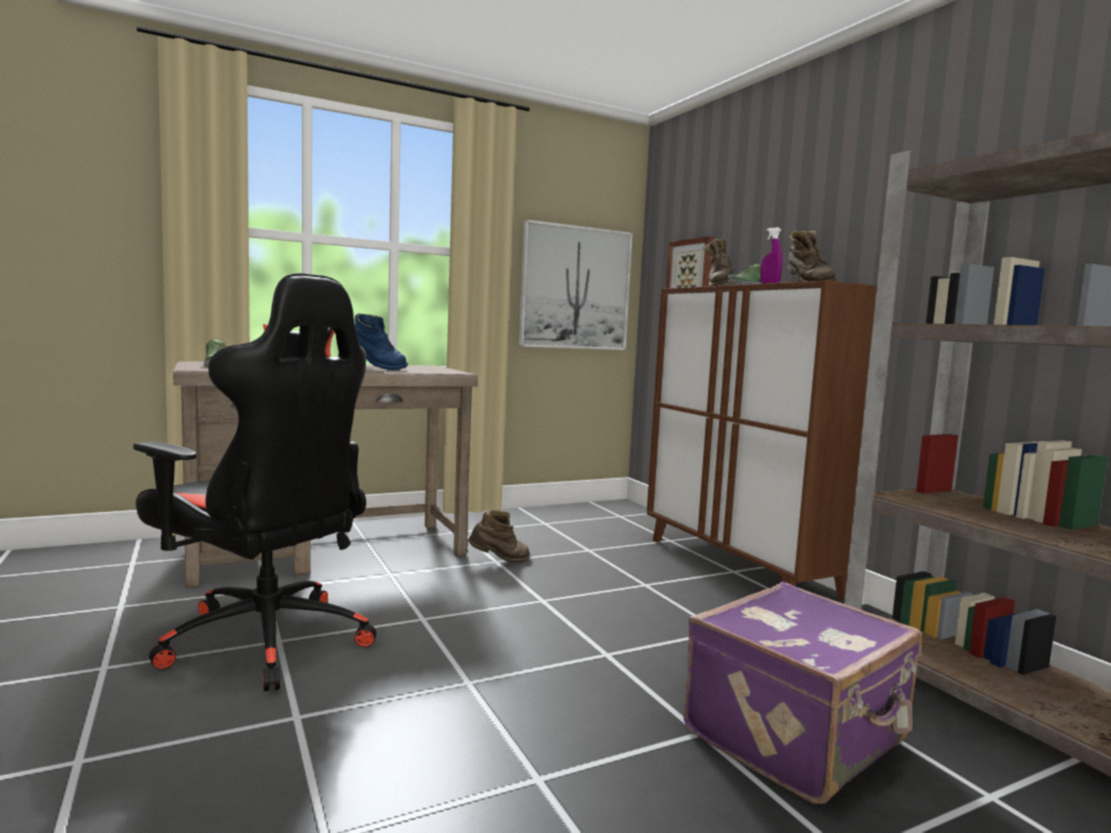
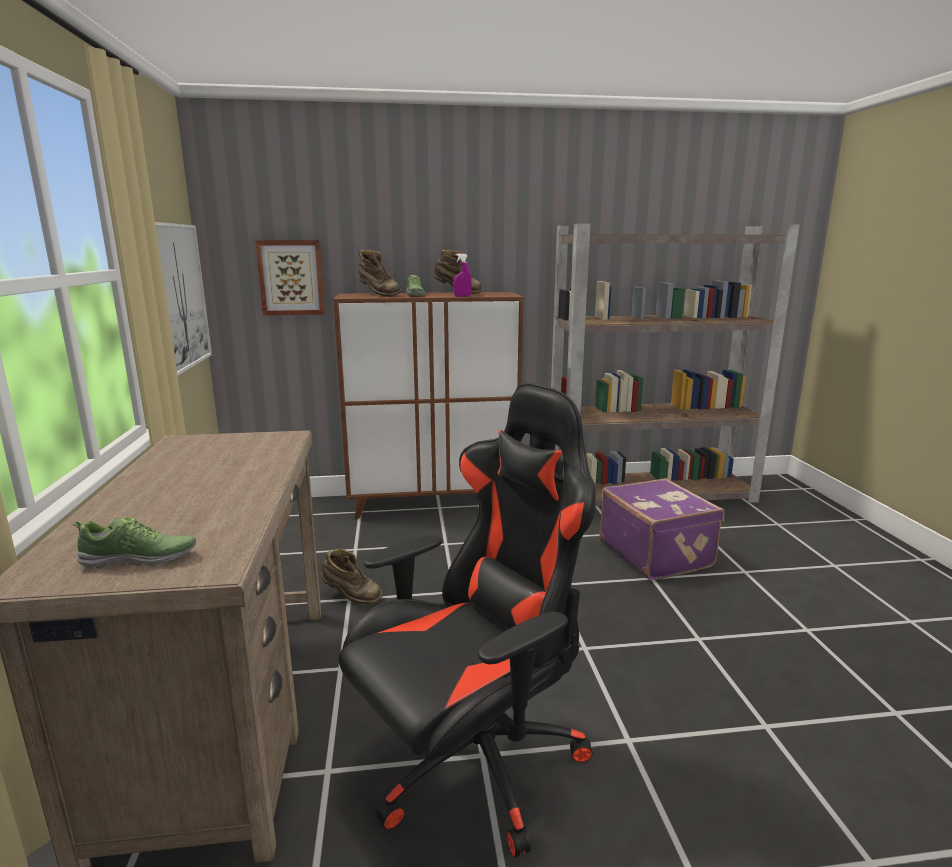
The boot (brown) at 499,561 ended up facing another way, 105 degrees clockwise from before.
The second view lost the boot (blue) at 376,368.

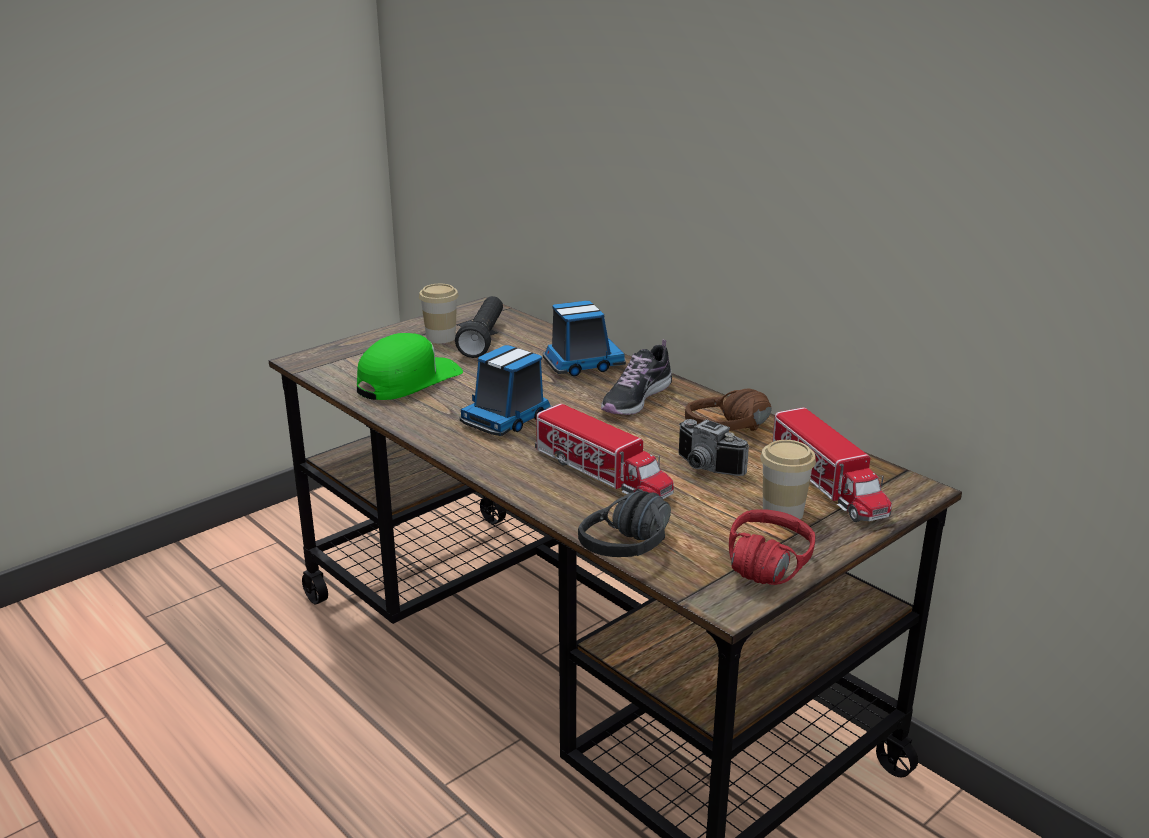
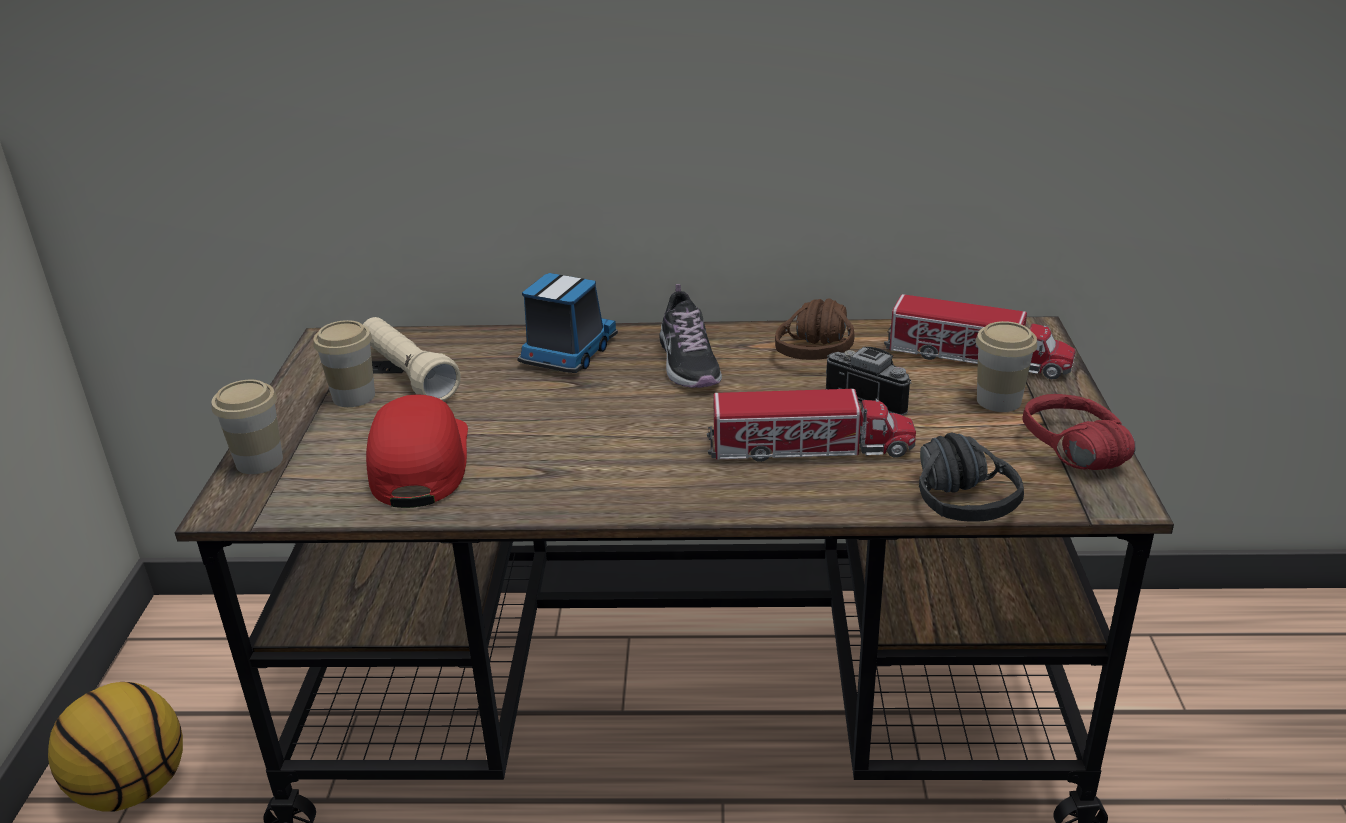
The second view gained the basketball at 133,787.
The second view gained the cup at 259,461.
What was the flashlight (black) at 483,339 turned into the flashlight (beige) at 408,375.
What was the cap (green) at 408,380 turned into the cap (red) at 419,462.
The photo camera at 705,468 ended up facing another way, 135 degrees counterclockwise from before.
The second view lost the toy truck at 507,419.

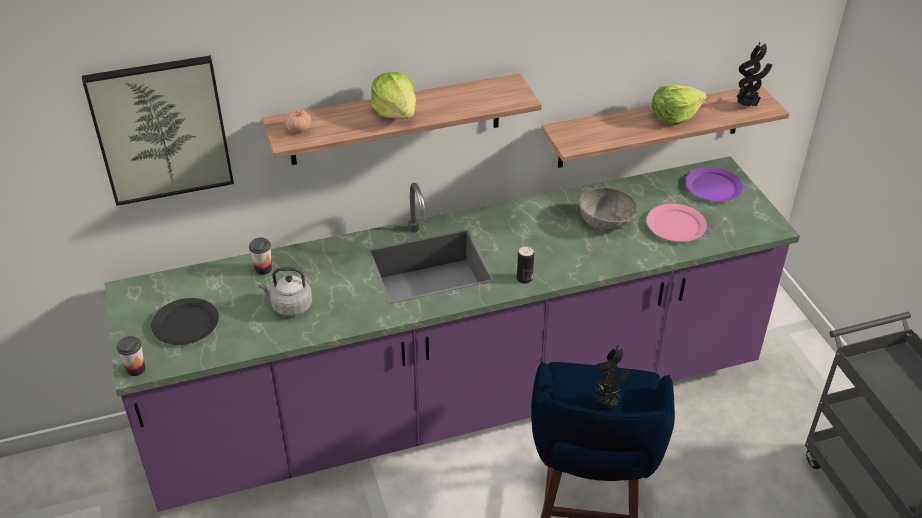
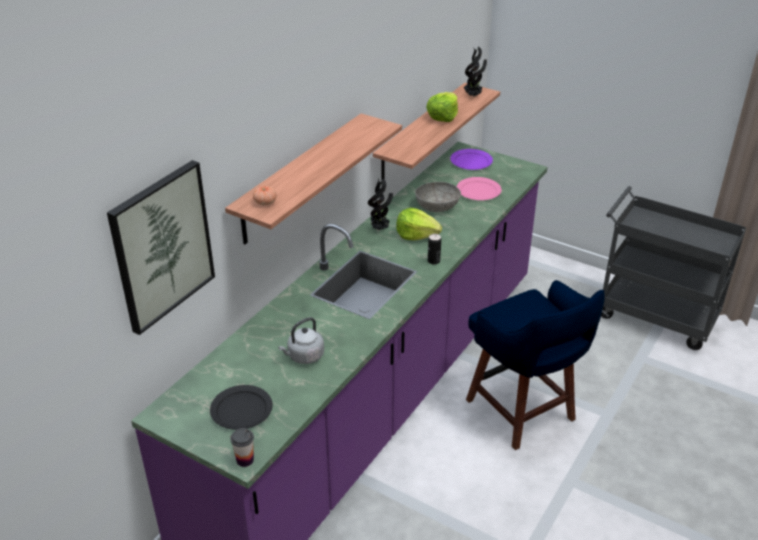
The potted plant ended up elsewhere, having gone from 608,402 to 380,229.
The lettuce ended up elsewhere, having gone from 396,112 to 416,235.
The second view lost the cup at 263,269.

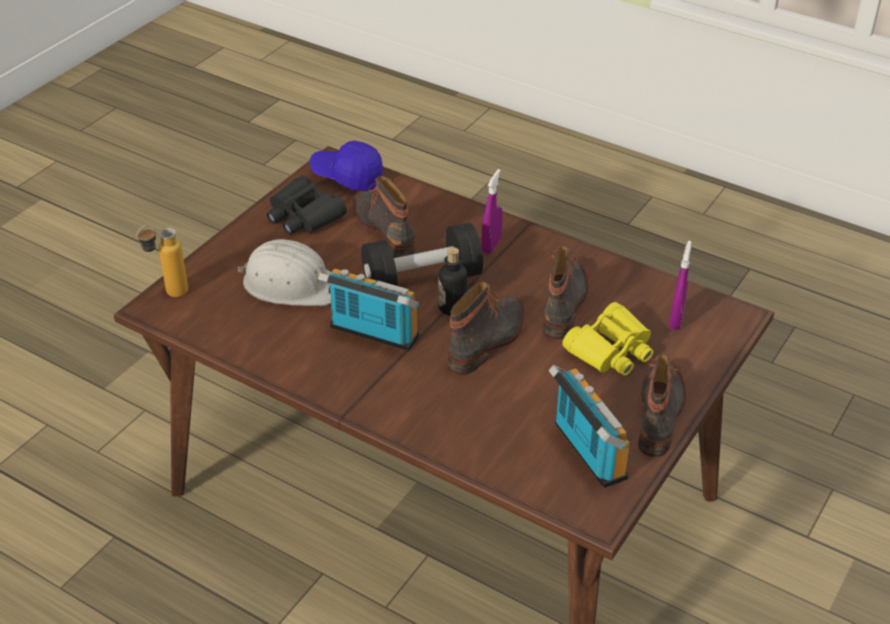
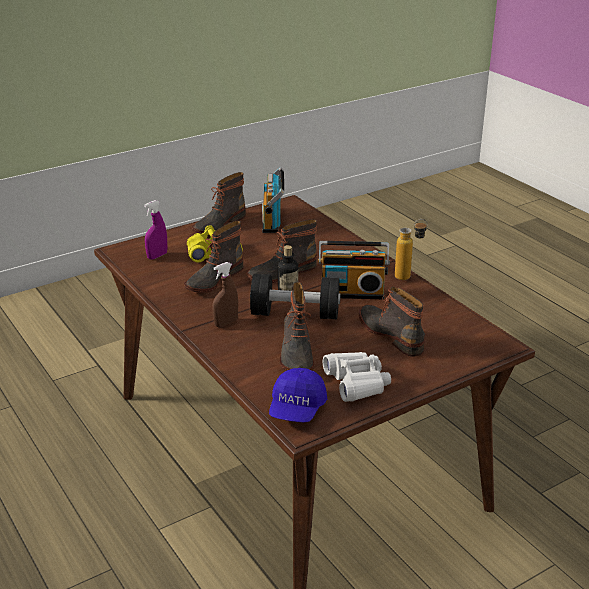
What was the spray bottle (purple) at 491,245 turned into the spray bottle (brown) at 226,323.
The cap (blue) at 347,176 ended up facing another way, 60 degrees clockwise from before.
The radio at 371,334 ended up facing another way, 45 degrees counterclockwise from before.
What was the binoculars (black) at 303,216 turned into the binoculars (white) at 357,383.
Where the hard hat (white) stood at 291,284, the boot came to stand at 392,334.
The bottle ended up elsewhere, having gone from 168,294 to 409,276.

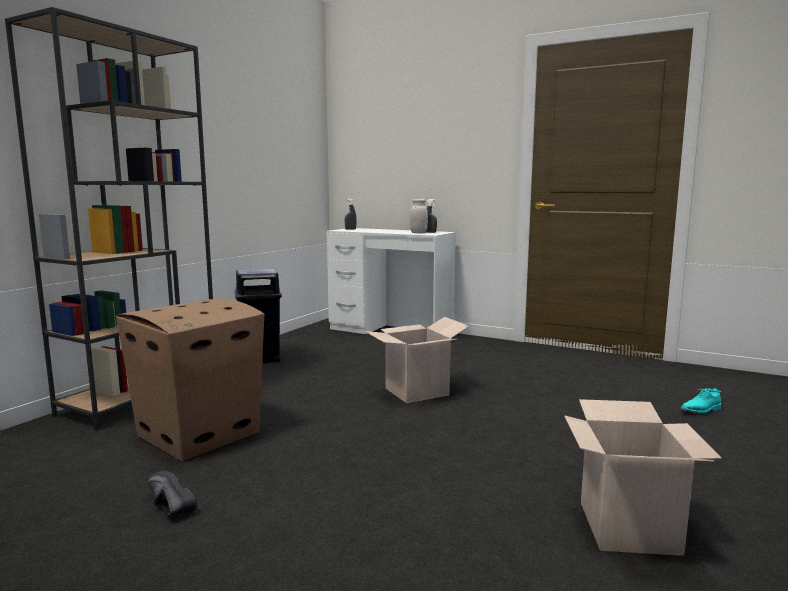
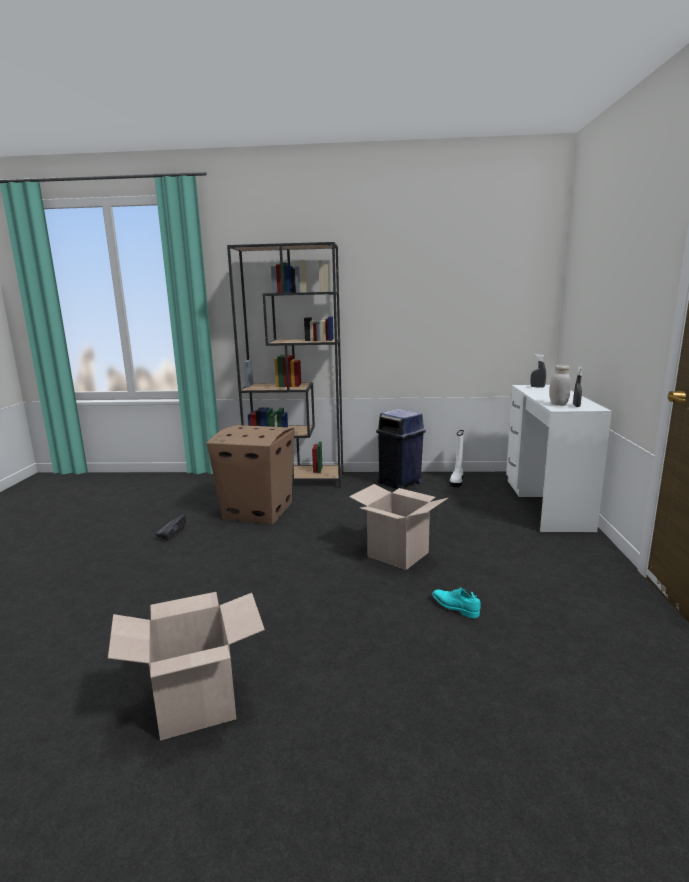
The shoe (turquoise) ended up elsewhere, having gone from 701,411 to 454,607.
The second view gained the boot (white) at 457,481.

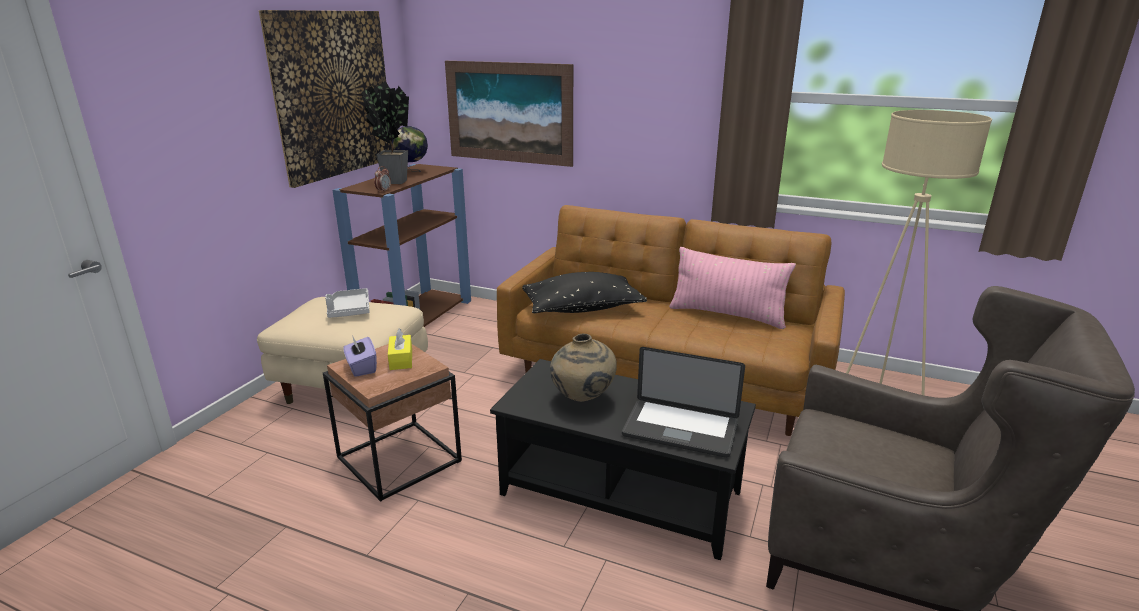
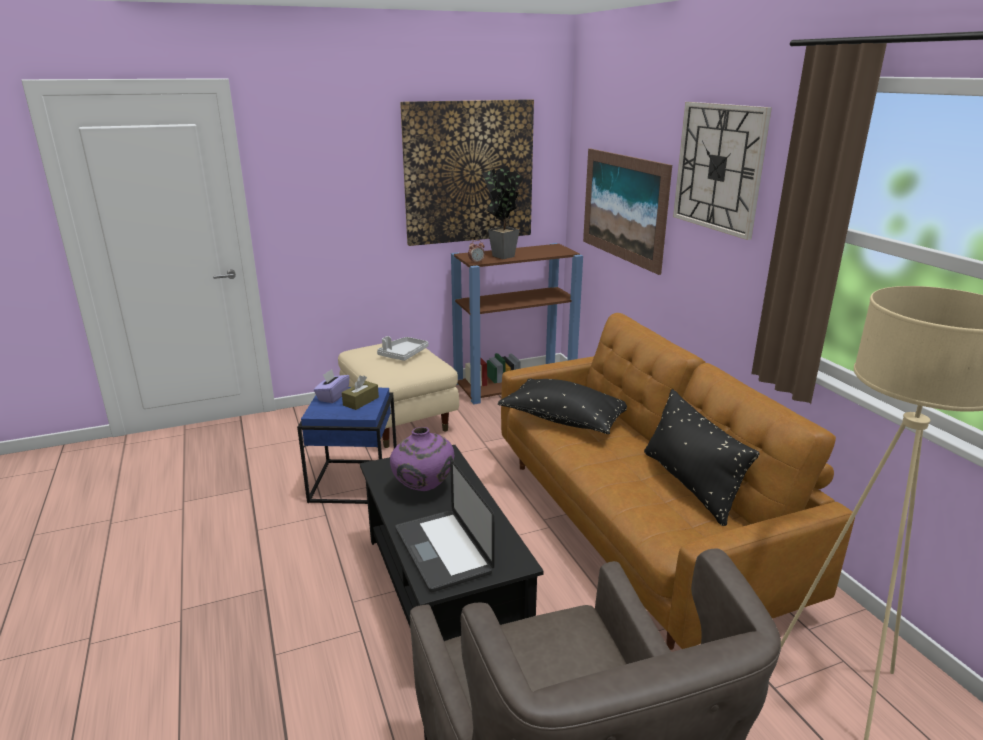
What was the side table (brown) at 399,458 turned into the side table (blue) at 355,482.
What was the tissue box (yellow) at 401,359 turned into the tissue box (brown) at 361,401.
What was the vase (beige) at 582,400 turned into the vase (purple) at 423,489.
What was the pillow (pink) at 727,315 turned into the pillow (black) at 690,484.
The second view gained the wall clock at 719,167.
The second view lost the globe at 412,171.

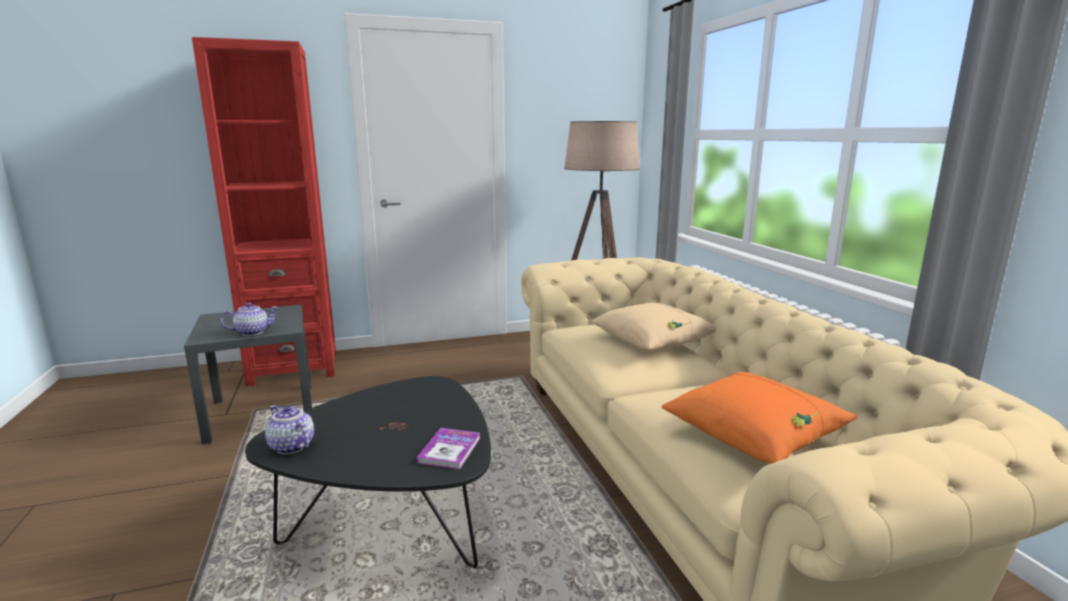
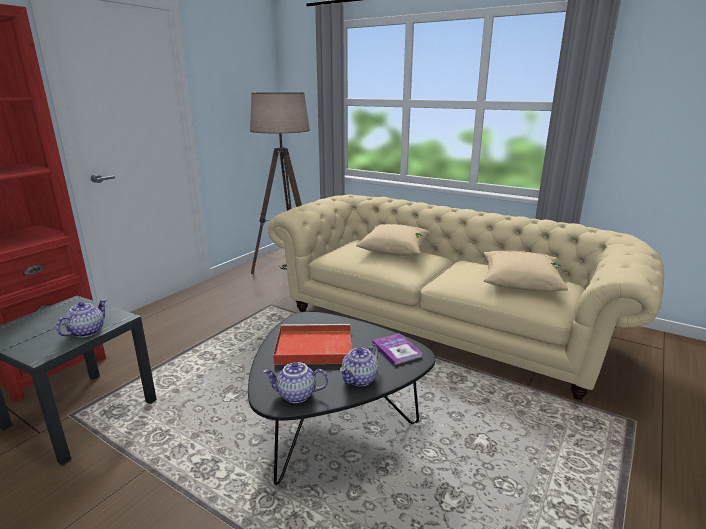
The second view gained the tray (red) at 312,347.
The second view gained the teapot at 360,379.
What was the pillow (orange) at 753,435 turned into the pillow (beige) at 520,283.

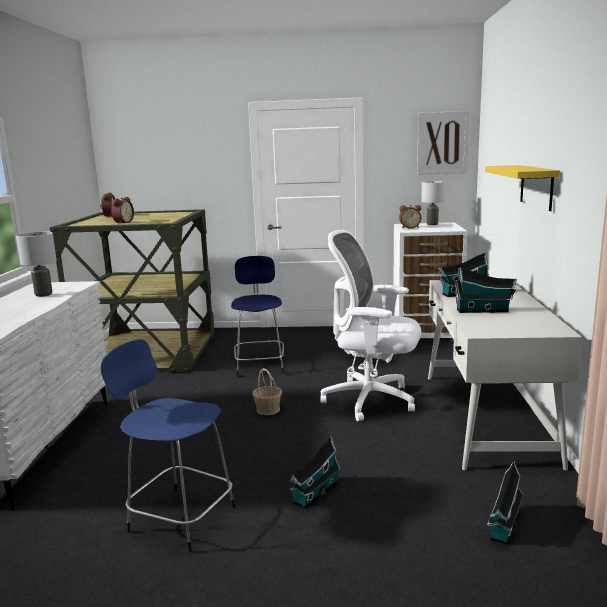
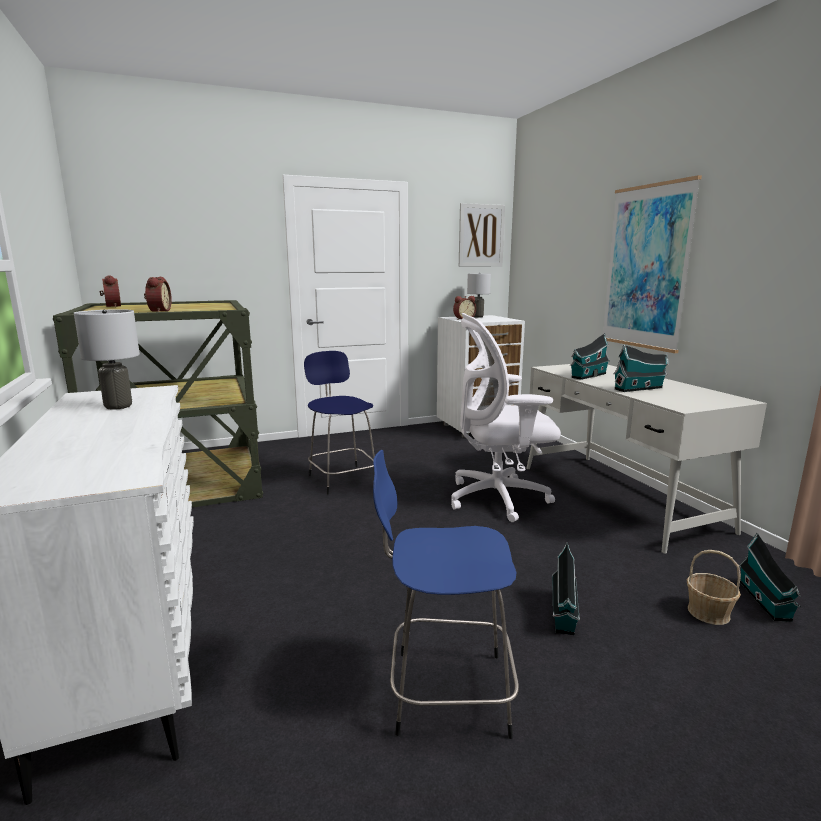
Where the shelf (yellow) hung at 536,186, the picture came to hang at 646,267.
The basket ended up elsewhere, having gone from 268,410 to 708,613.

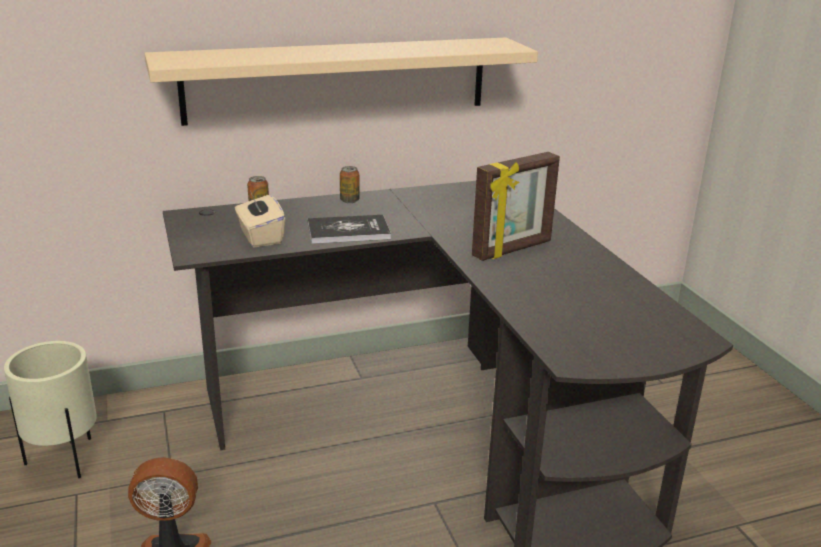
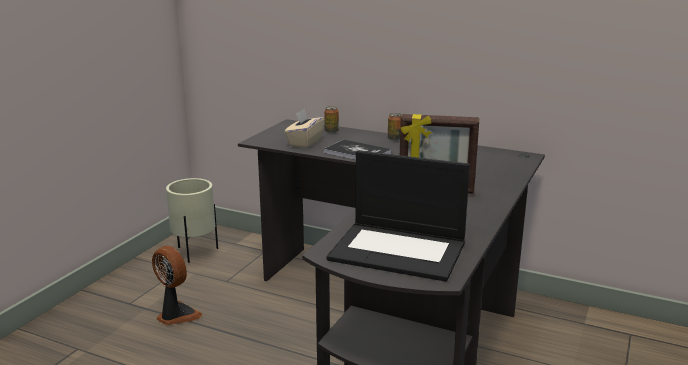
The second view gained the laptop at 399,251.
The second view lost the shelf (beige) at 338,80.

